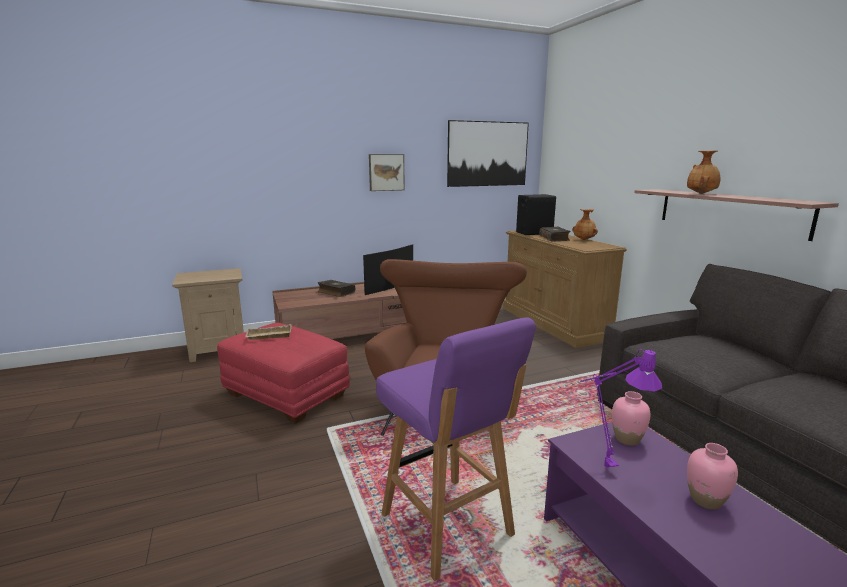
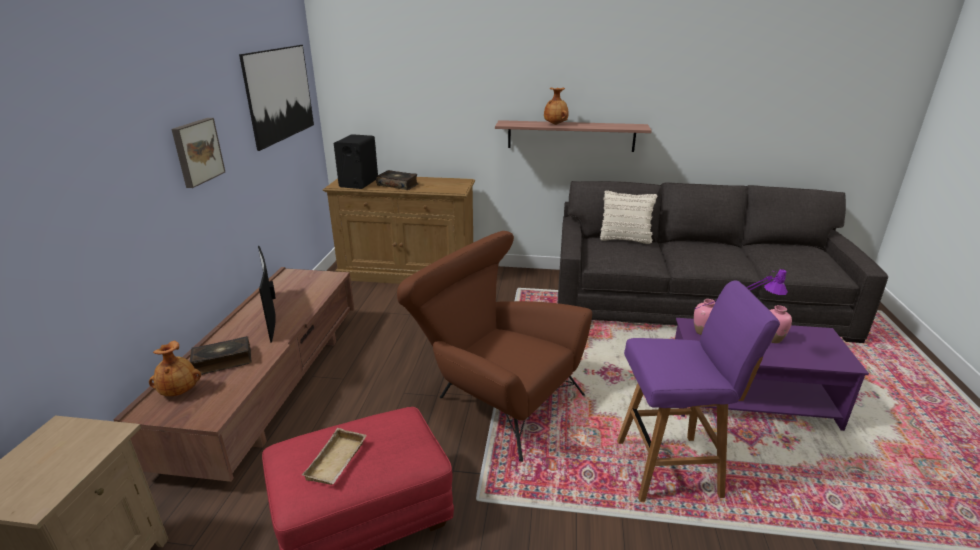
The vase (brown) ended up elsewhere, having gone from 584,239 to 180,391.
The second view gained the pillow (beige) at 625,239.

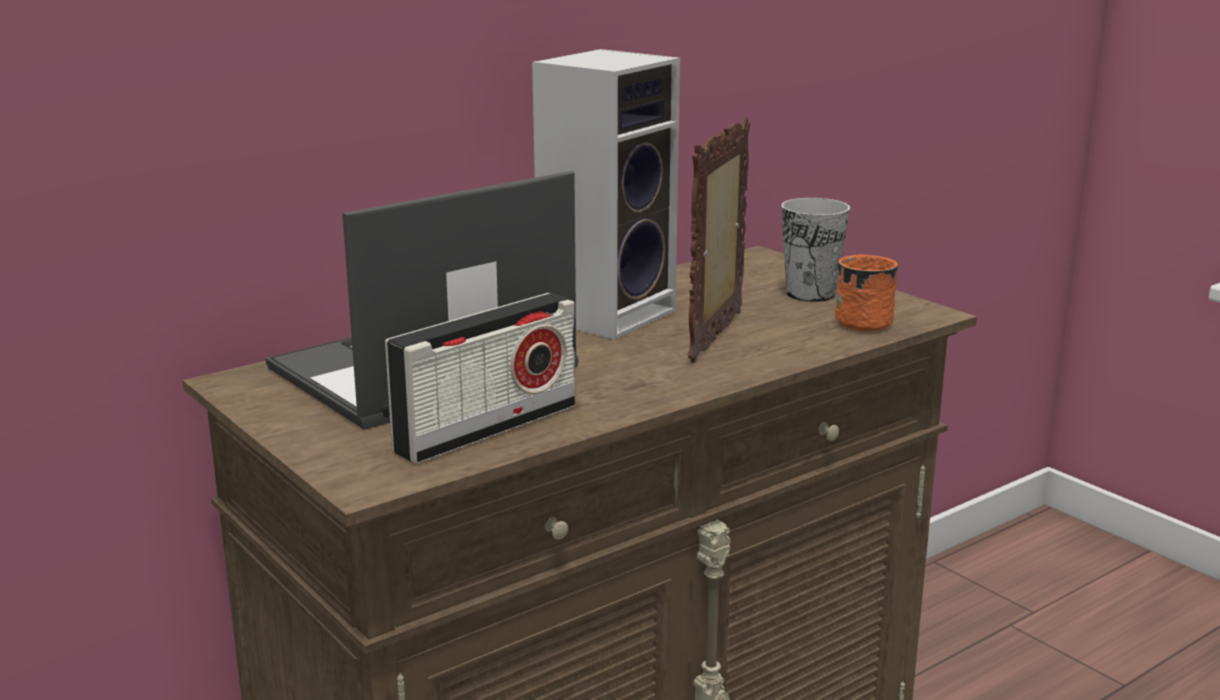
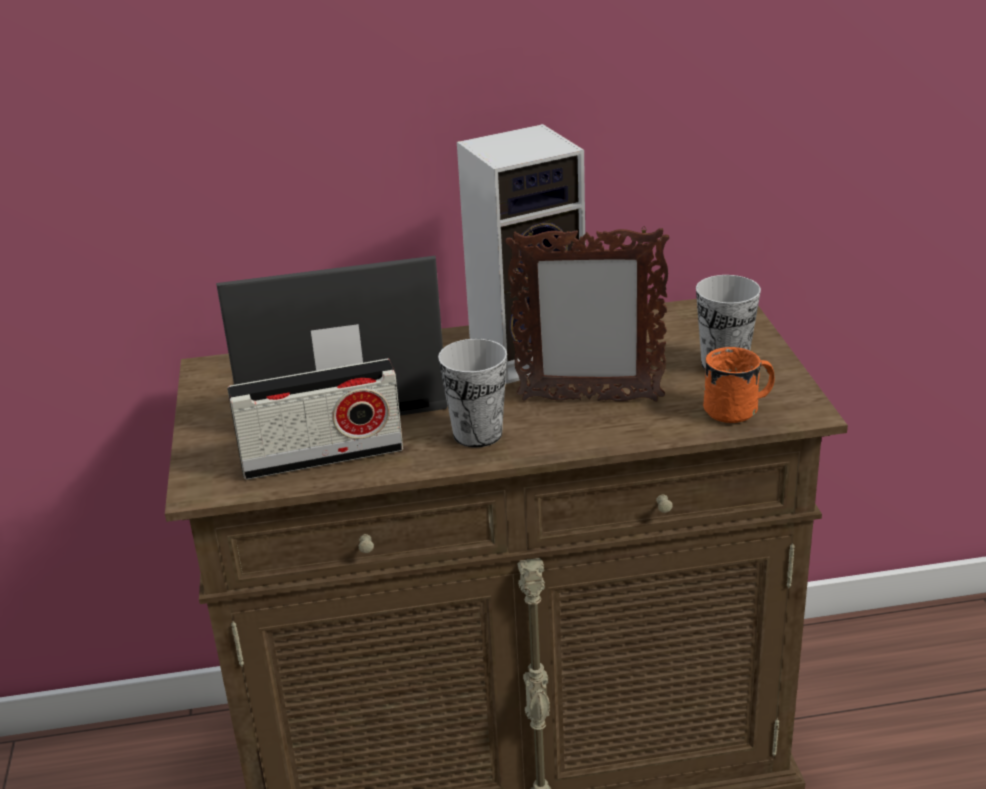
The second view gained the cup at 477,434.
The picture frame at 718,337 ended up facing another way, 135 degrees counterclockwise from before.

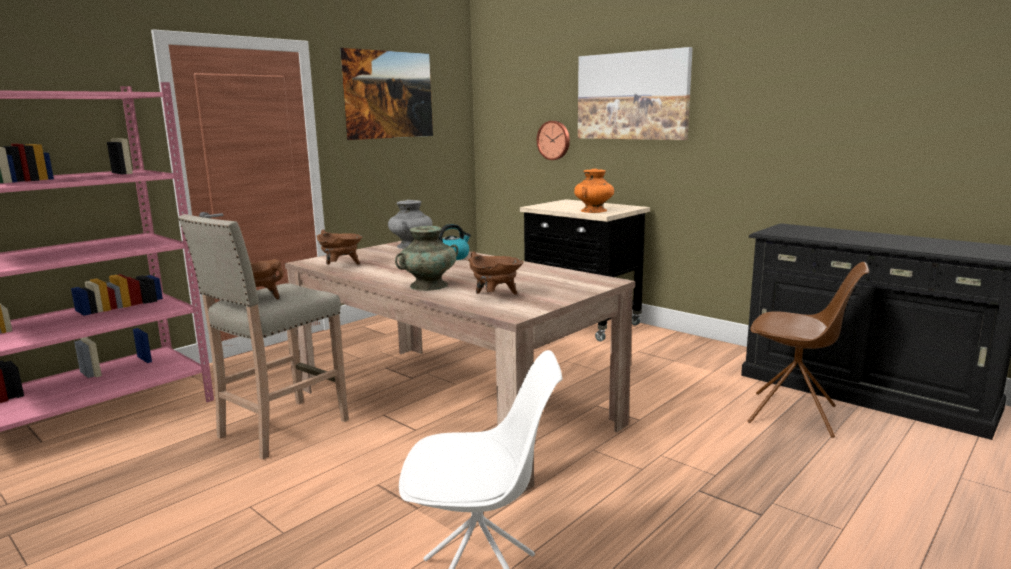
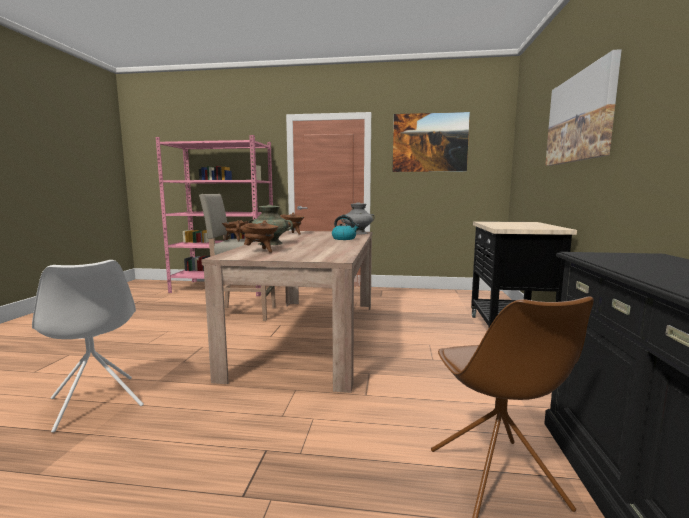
The second view lost the wall clock at 554,140.
The second view lost the vase (orange) at 593,211.

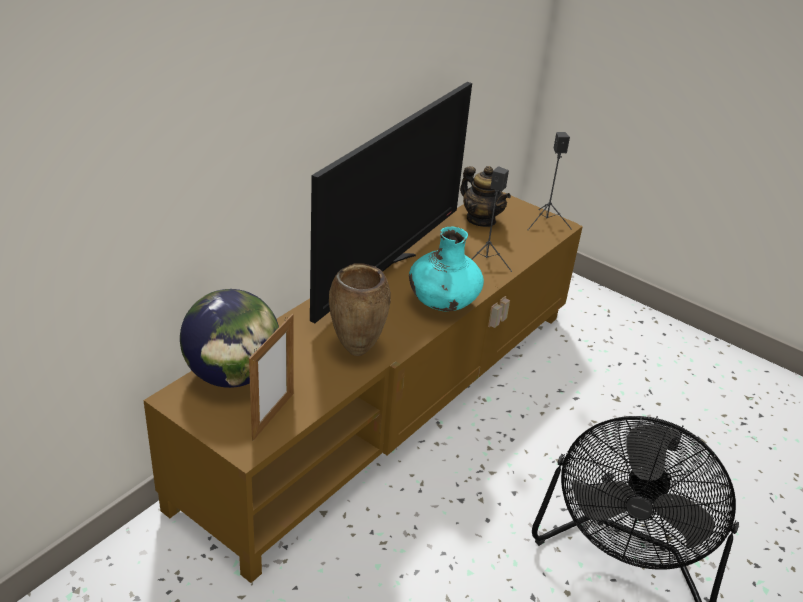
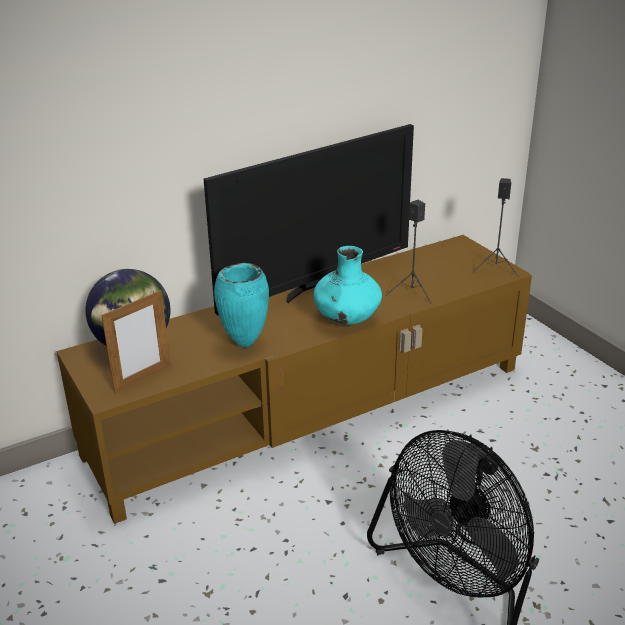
What was the vase (brown) at 355,351 turned into the vase (turquoise) at 244,343.
The second view lost the teapot at 481,220.

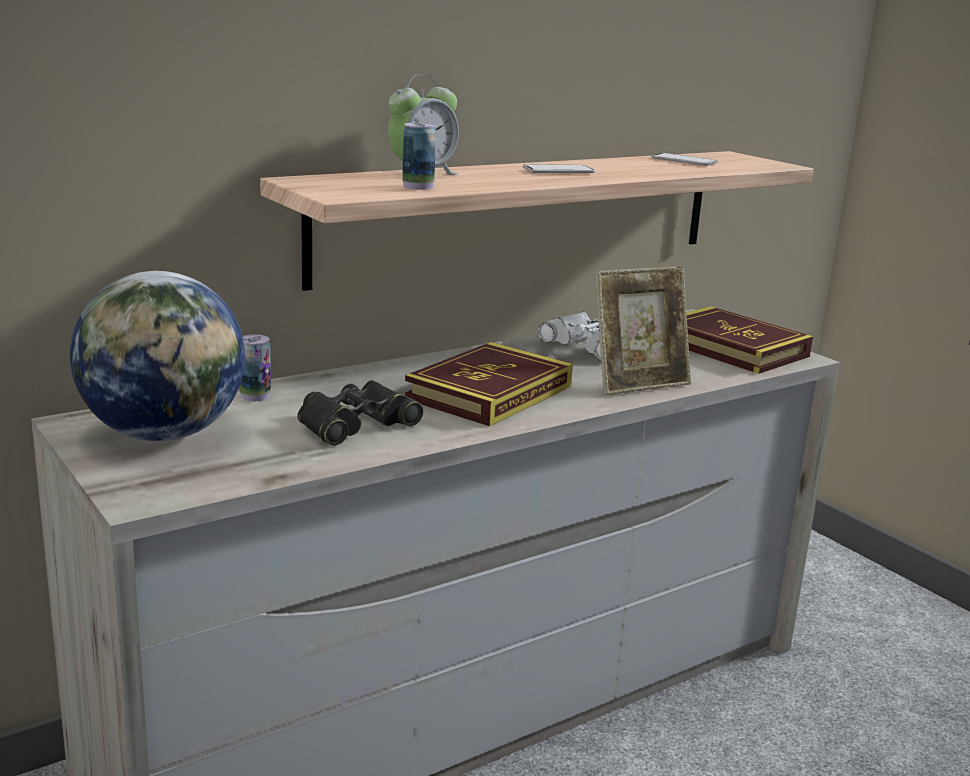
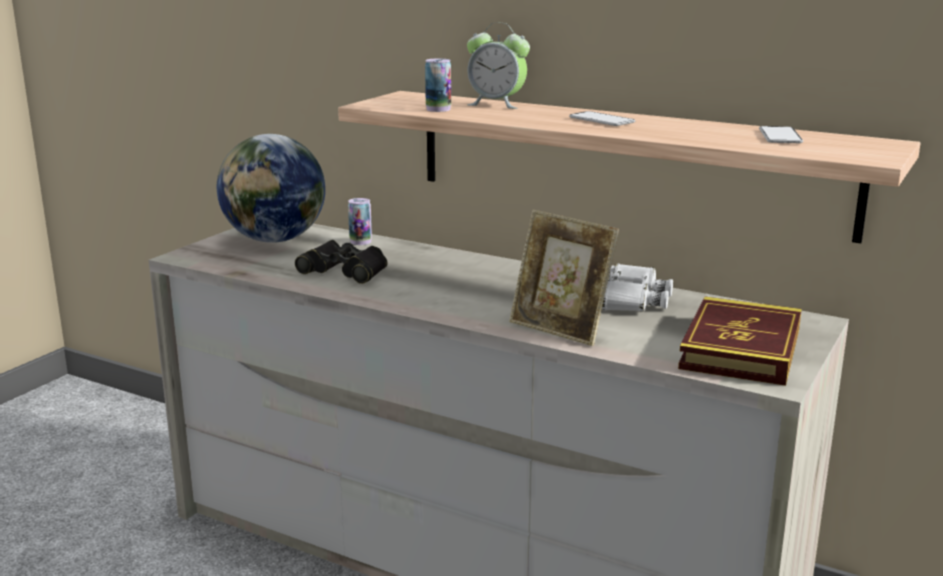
The second view lost the book at 489,392.

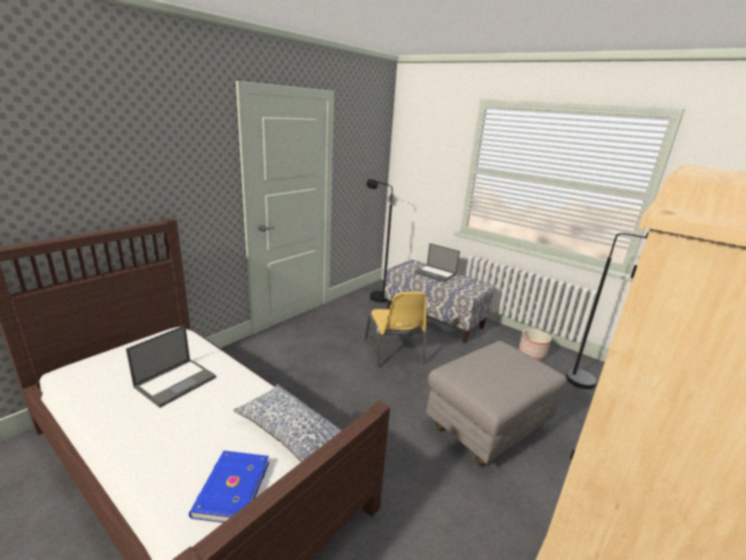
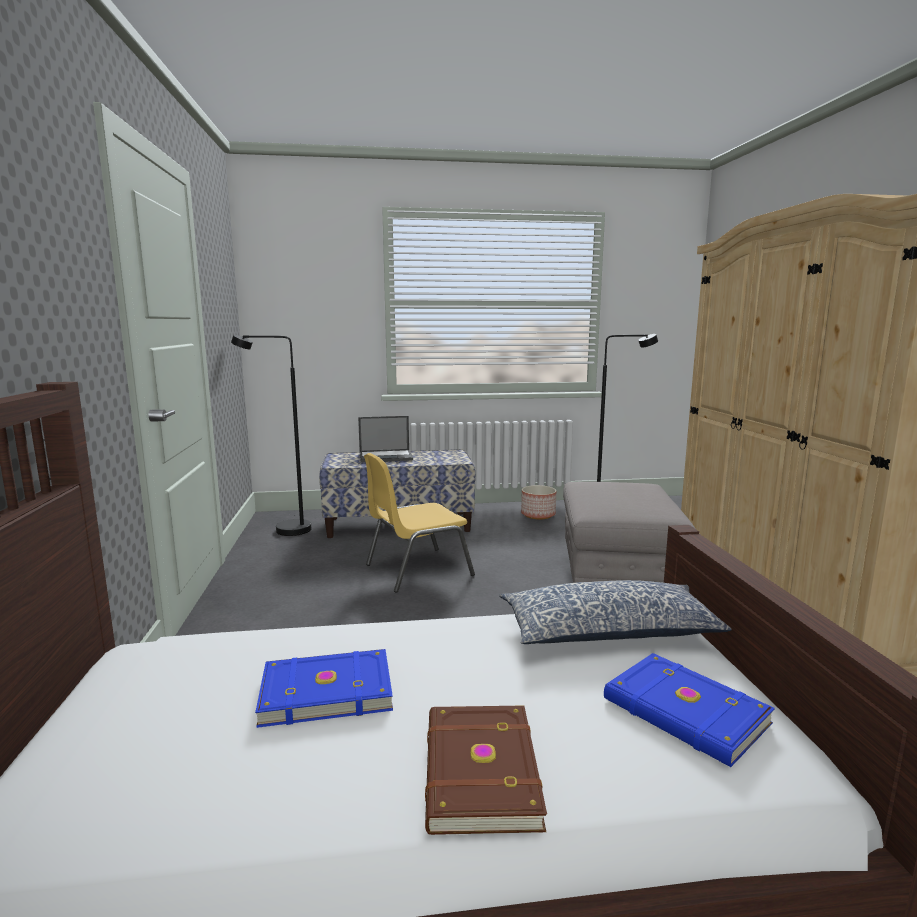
Where the laptop stood at 176,381, the book (blue) came to stand at 326,690.
The chair (yellow) at 394,351 ended up facing another way, 120 degrees clockwise from before.
The second view gained the book (brown) at 477,772.

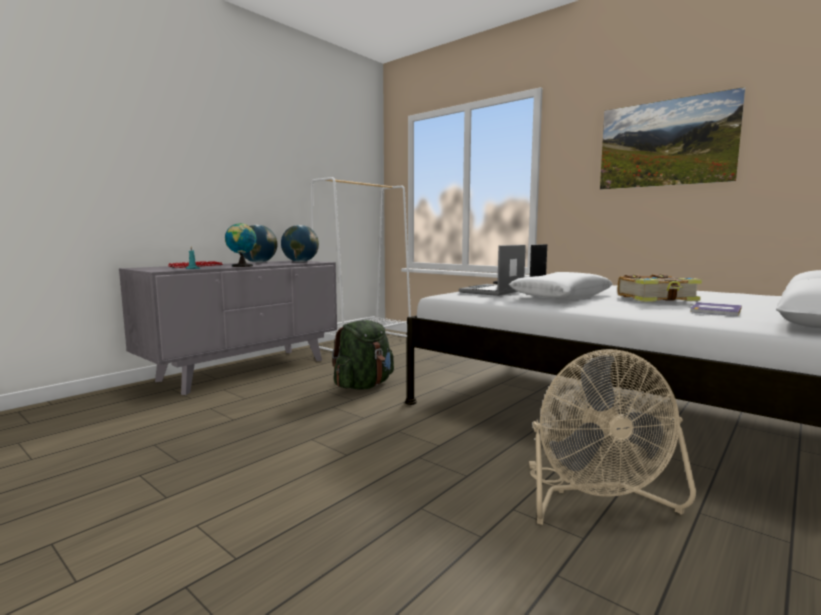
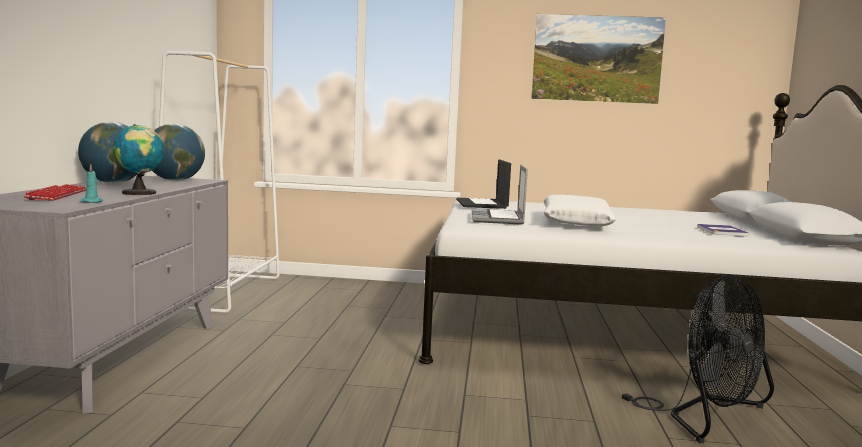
What was the fan (beige) at 590,501 turned into the fan (black) at 703,415.
The second view lost the backpack (green) at 364,386.
The second view lost the book at 657,299.

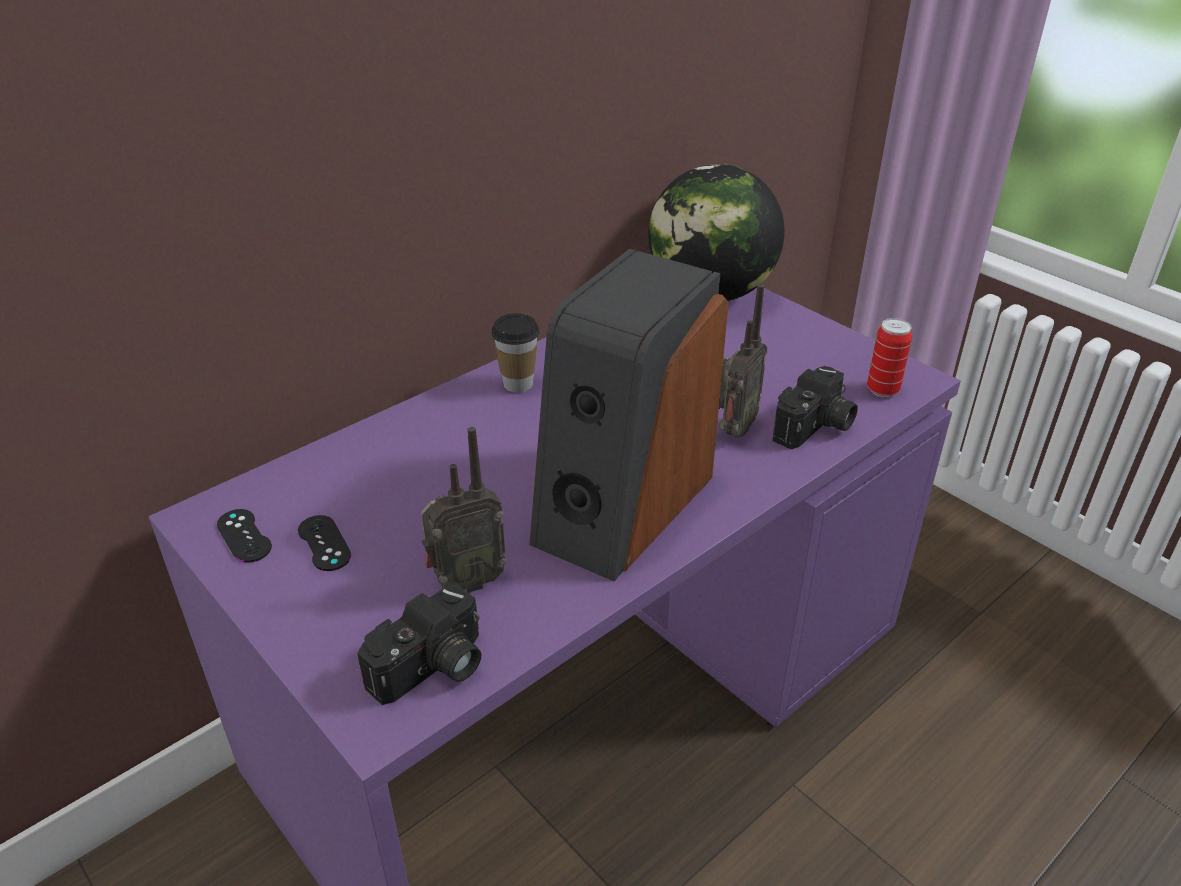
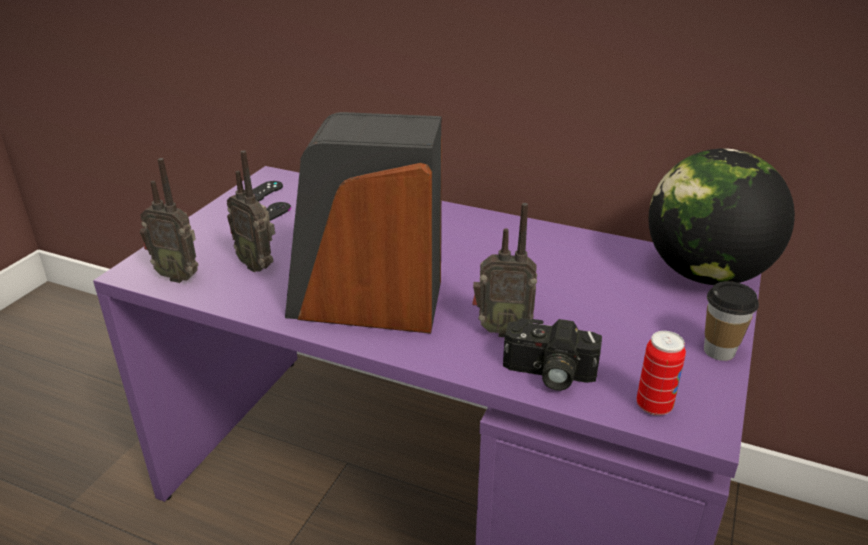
Where the photo camera stood at 432,669, the radio came to stand at 179,276.
The cup ended up elsewhere, having gone from 518,384 to 719,351.

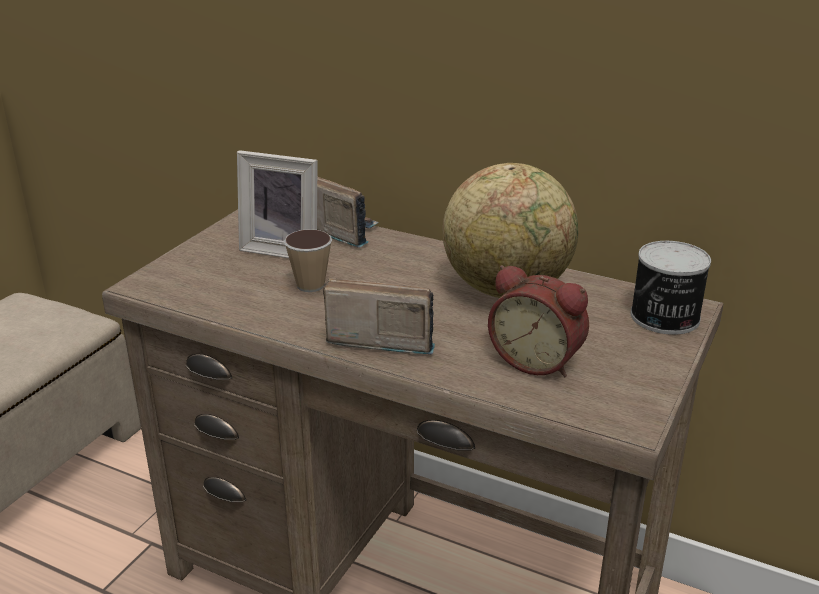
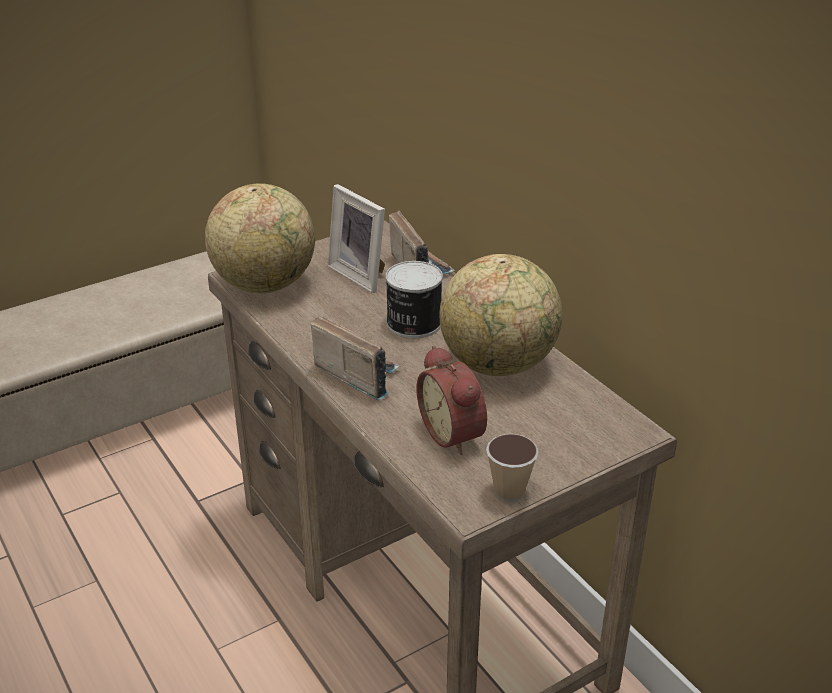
The second view gained the globe at 265,284.
The can ended up elsewhere, having gone from 664,317 to 412,323.
The cup ended up elsewhere, having gone from 310,285 to 509,492.

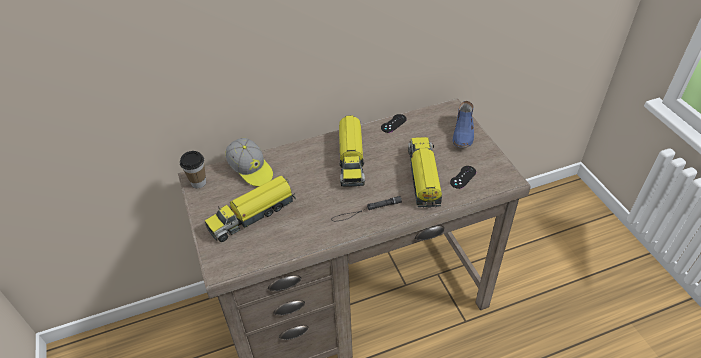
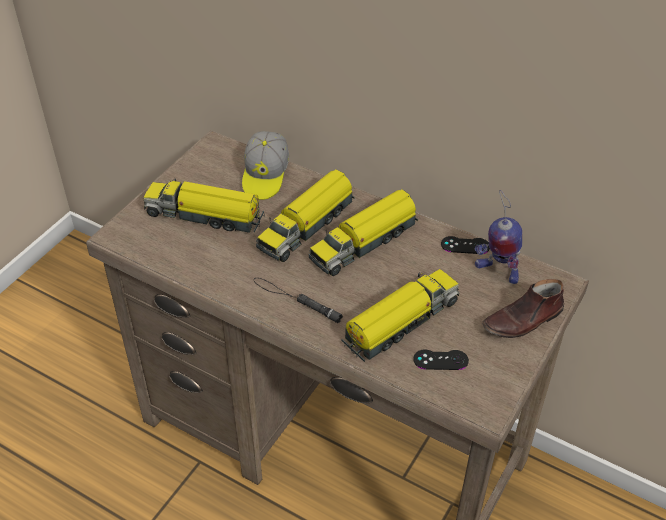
The second view gained the toy truck at 307,225.
The second view gained the toy robot at 496,271.
What was the shoe (blue) at 463,133 turned into the shoe (brown) at 523,320.
The second view lost the cup at 198,183.

